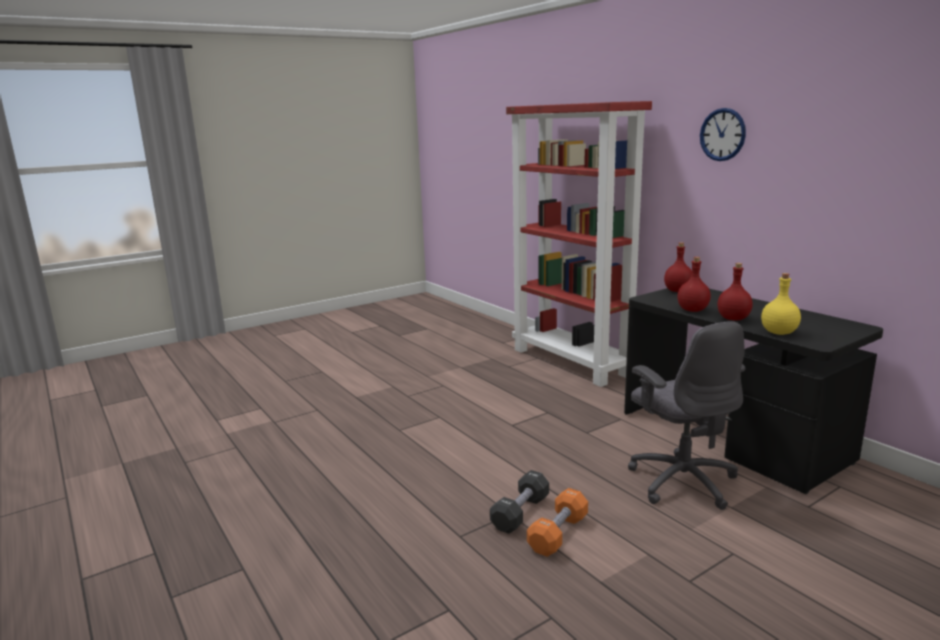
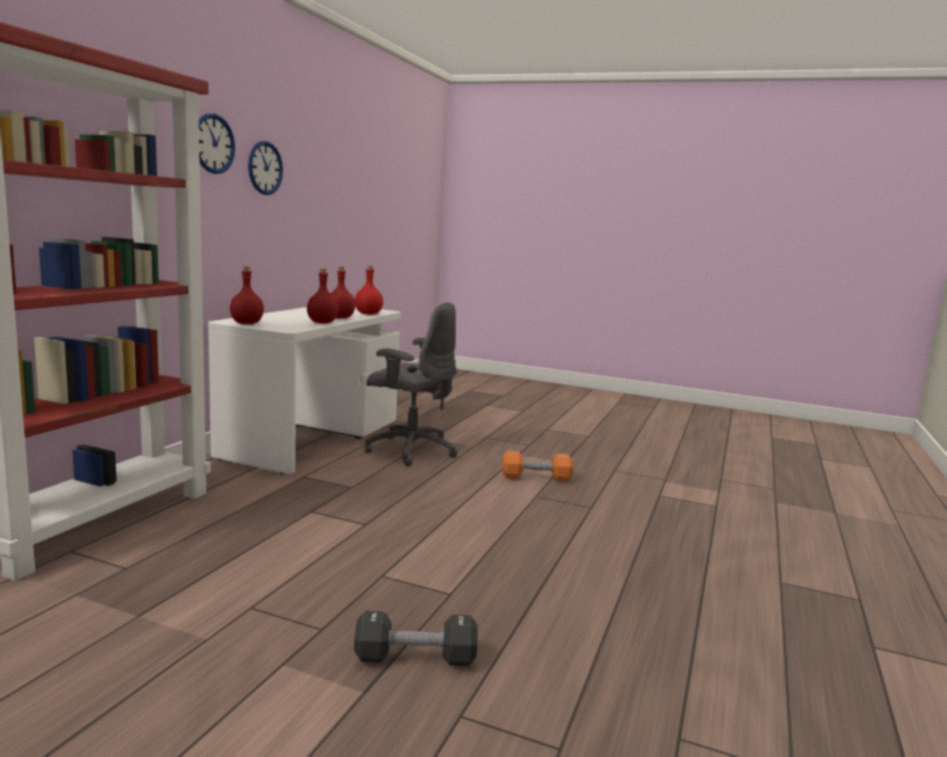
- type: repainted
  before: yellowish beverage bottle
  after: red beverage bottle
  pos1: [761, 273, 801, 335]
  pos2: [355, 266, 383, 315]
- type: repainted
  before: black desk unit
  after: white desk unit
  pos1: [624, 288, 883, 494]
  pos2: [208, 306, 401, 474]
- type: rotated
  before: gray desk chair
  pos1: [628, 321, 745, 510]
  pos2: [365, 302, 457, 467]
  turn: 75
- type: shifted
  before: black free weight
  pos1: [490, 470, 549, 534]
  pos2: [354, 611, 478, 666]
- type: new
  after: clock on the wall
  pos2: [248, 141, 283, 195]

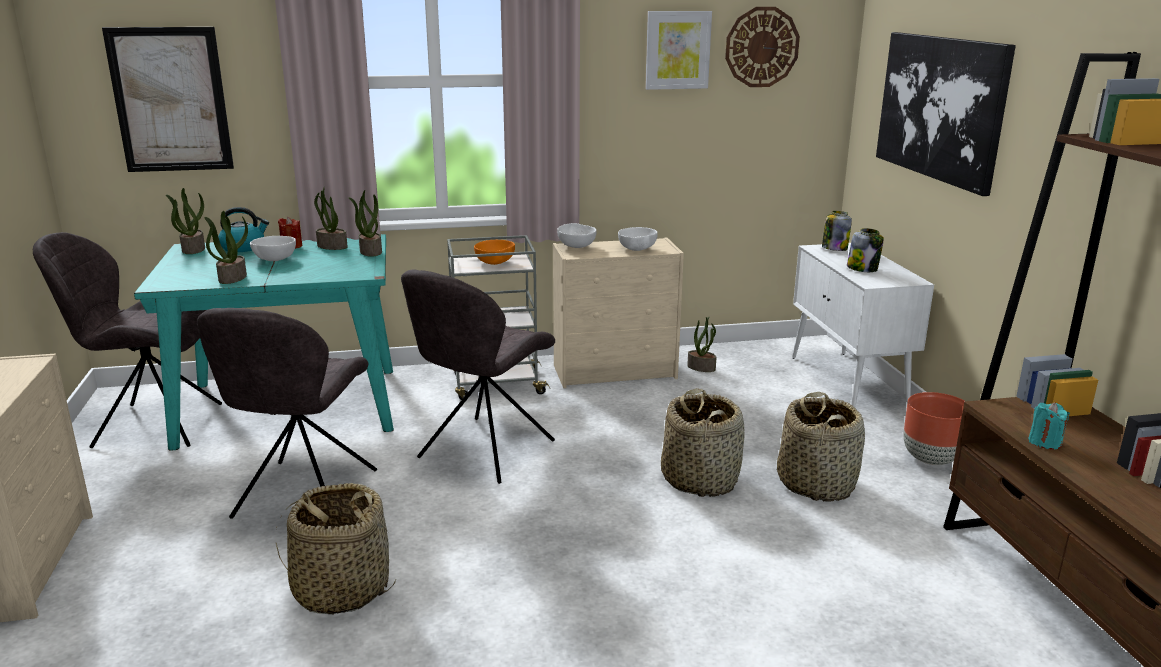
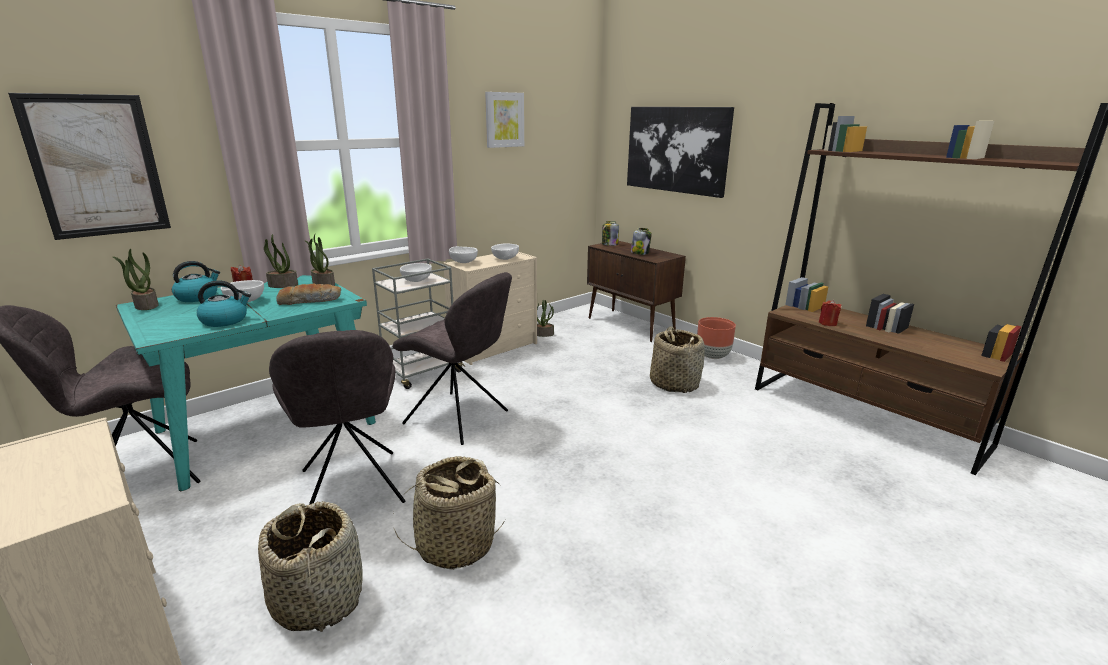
- type: gone
  before: clock on the wall
  pos1: [725, 7, 800, 87]
- type: swapped
  before: potted plant
  after: tea kettle
  pos1: [204, 211, 248, 284]
  pos2: [197, 280, 251, 327]
- type: repainted
  before: orange-coloured serving bowl
  after: white serving bowl
  pos1: [474, 240, 515, 265]
  pos2: [400, 263, 432, 282]
- type: repainted
  before: white storage cabinet
  after: brown-coloured storage cabinet
  pos1: [792, 243, 934, 407]
  pos2: [587, 241, 686, 342]
- type: rotated
  before: gray chair
  pos1: [401, 270, 555, 484]
  pos2: [392, 272, 512, 445]
  turn: -60
- type: shifted
  before: household basket
  pos1: [661, 388, 745, 497]
  pos2: [258, 501, 363, 632]
- type: repainted
  before: turquoise-coloured wax candle
  after: red wax candle
  pos1: [1028, 403, 1070, 449]
  pos2: [819, 300, 841, 326]
- type: new
  after: bakery bread
  pos2: [276, 284, 341, 305]

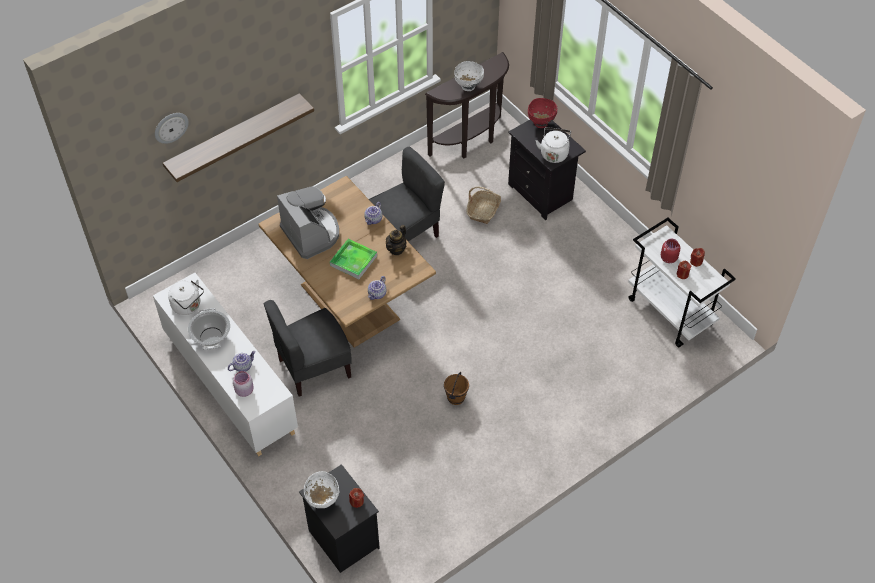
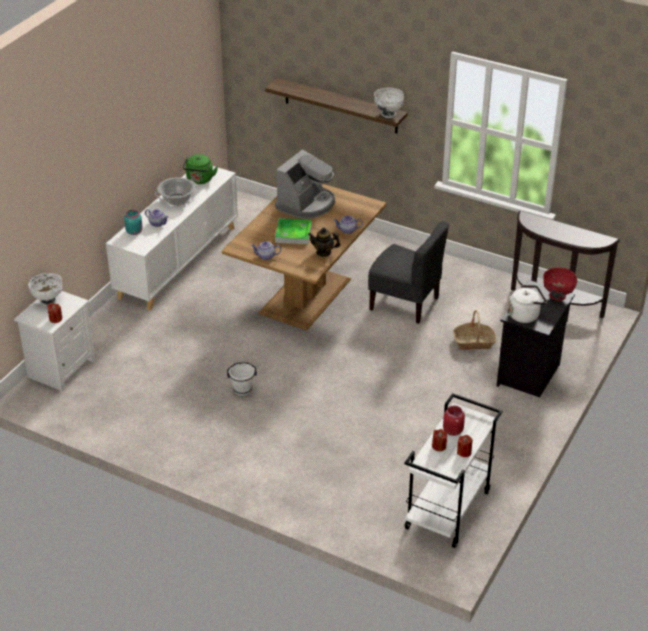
- type: shifted
  before: white serving bowl
  pos1: [454, 61, 484, 91]
  pos2: [374, 88, 404, 118]
- type: gone
  before: clock on the wall
  pos1: [155, 113, 189, 144]
- type: repainted
  before: white tea kettle
  after: greenish tea kettle
  pos1: [168, 280, 204, 315]
  pos2: [183, 154, 218, 184]
- type: gone
  before: gray chair
  pos1: [264, 300, 352, 397]
- type: repainted
  before: pinkish storage jar
  after: turquoise-coloured storage jar
  pos1: [233, 371, 254, 397]
  pos2: [124, 210, 143, 235]
- type: repainted
  before: brown-coloured water bucket
  after: white water bucket
  pos1: [444, 372, 469, 405]
  pos2: [227, 362, 257, 396]
- type: repainted
  before: black nightstand
  after: white nightstand
  pos1: [299, 464, 380, 573]
  pos2: [14, 291, 95, 392]

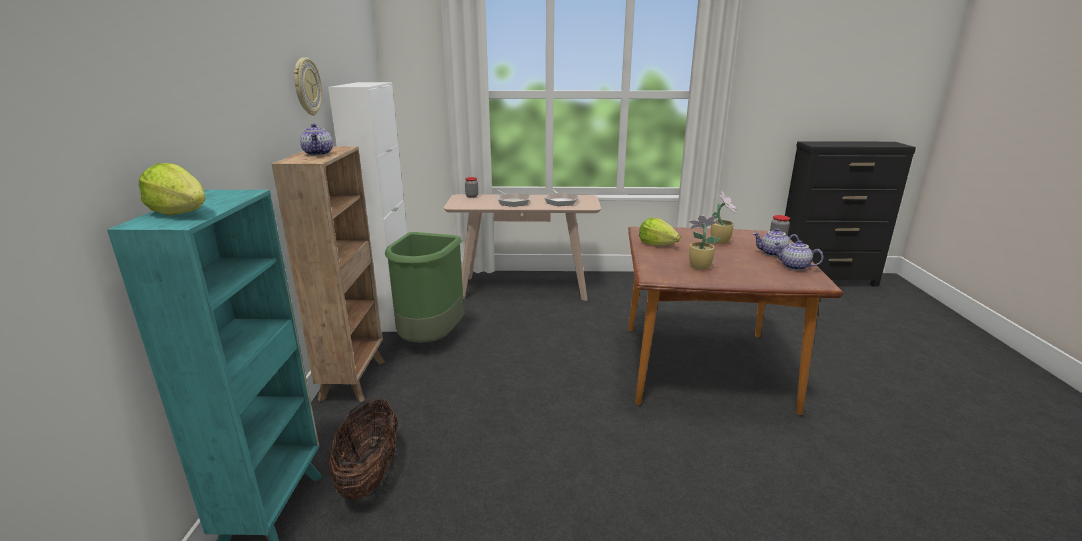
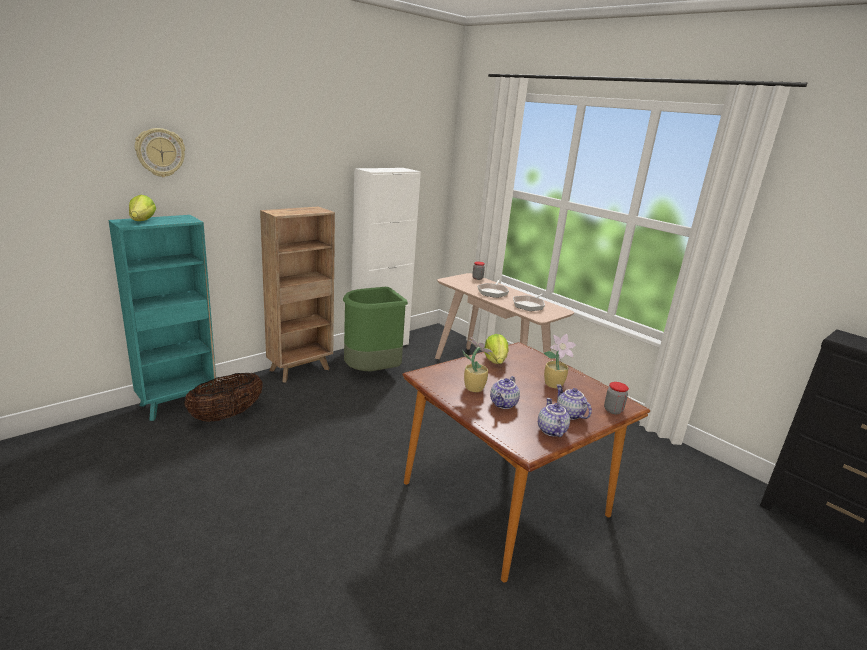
- type: shifted
  before: clock on the wall
  pos1: [294, 57, 322, 116]
  pos2: [135, 128, 185, 177]
- type: shifted
  before: tea pot
  pos1: [300, 124, 333, 156]
  pos2: [490, 376, 520, 409]

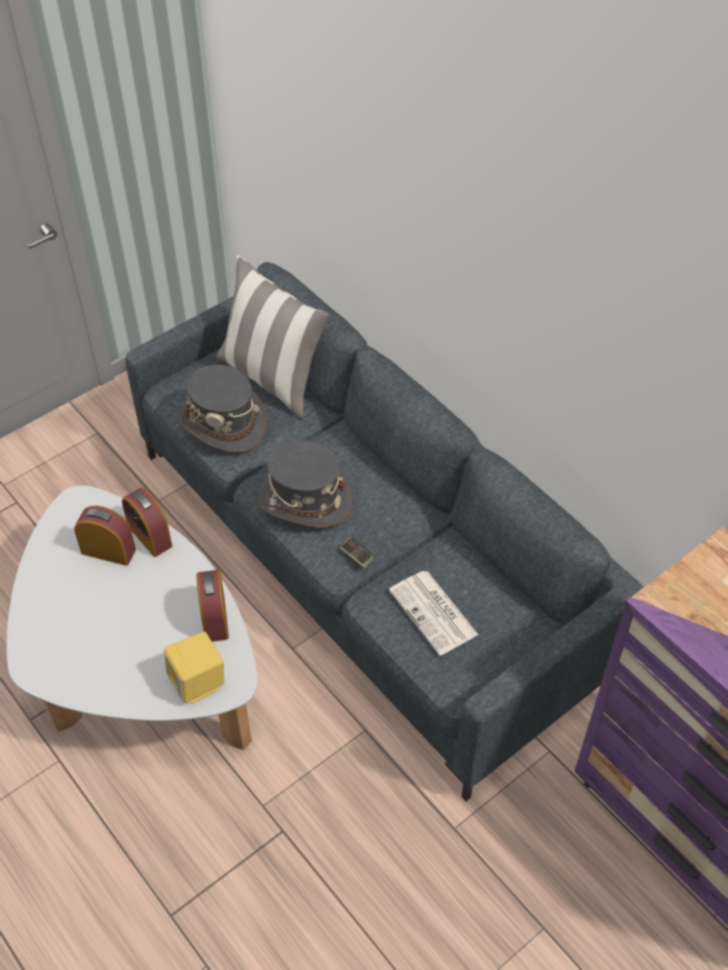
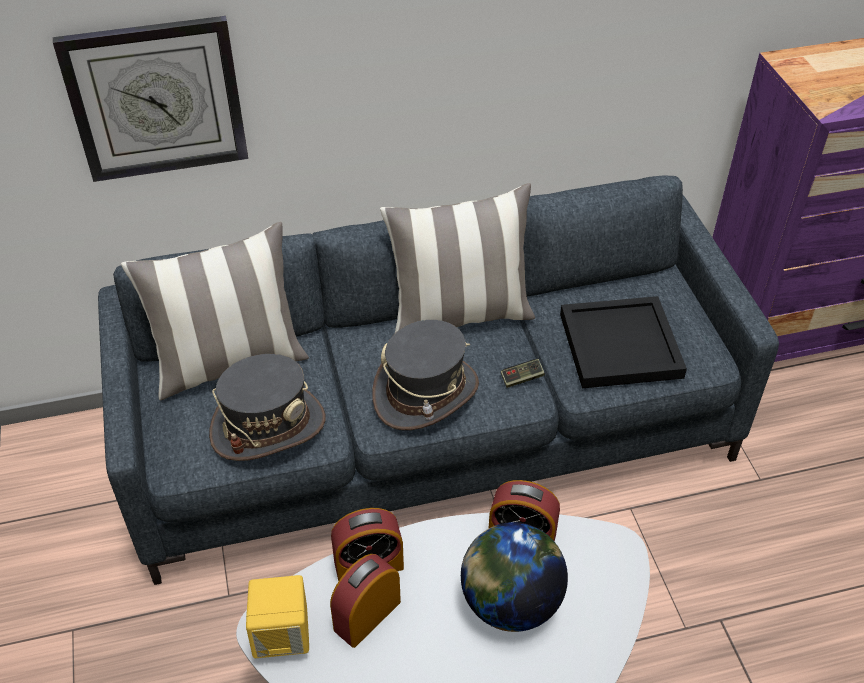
- type: swapped
  before: daily paper
  after: black serving tray
  pos1: [389, 571, 478, 656]
  pos2: [560, 296, 687, 388]
- type: shifted
  before: yellowish speaker
  pos1: [164, 632, 224, 704]
  pos2: [246, 575, 309, 658]
- type: new
  after: clock on the wall
  pos2: [53, 16, 248, 182]
- type: new
  after: throw pillow
  pos2: [380, 183, 535, 333]
- type: new
  after: world globe
  pos2: [461, 522, 568, 632]

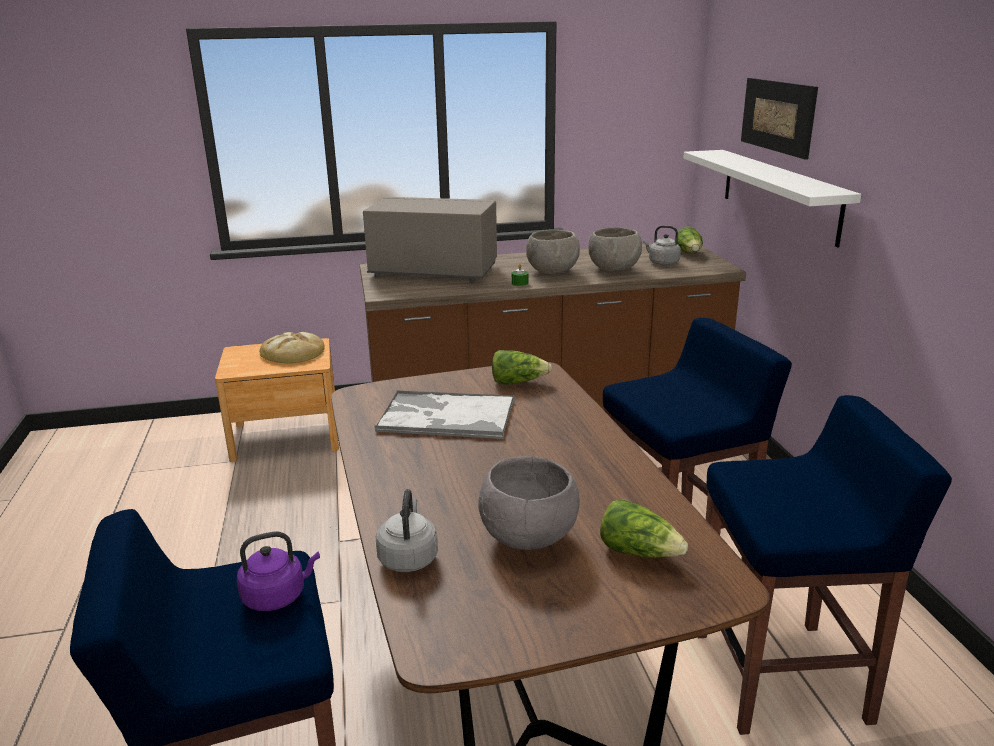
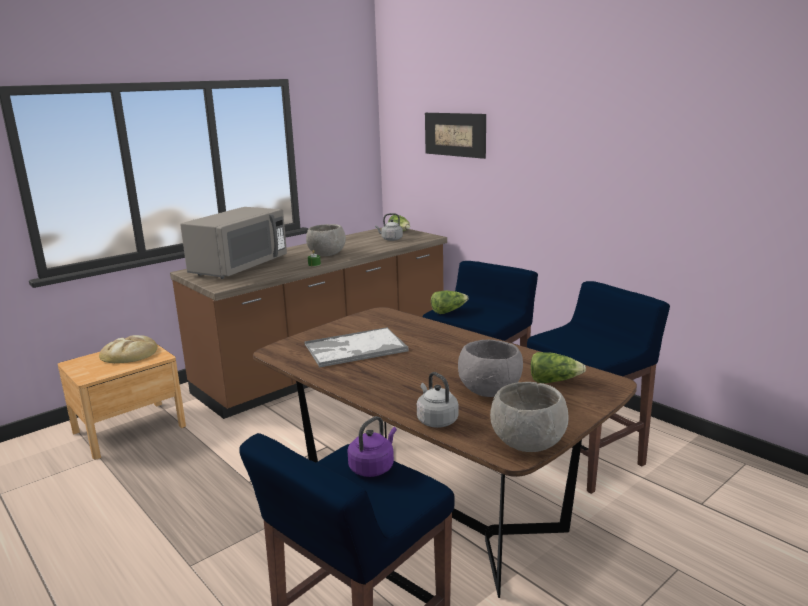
- type: gone
  before: white shelf
  pos1: [683, 150, 861, 248]
- type: rotated
  before: gray microwave
  pos1: [363, 197, 497, 282]
  pos2: [180, 207, 287, 279]
  turn: 135
- type: shifted
  before: gray serving bowl
  pos1: [588, 228, 642, 272]
  pos2: [490, 382, 569, 452]
- type: shifted
  before: lettuce head
  pos1: [492, 350, 552, 385]
  pos2: [431, 291, 468, 314]

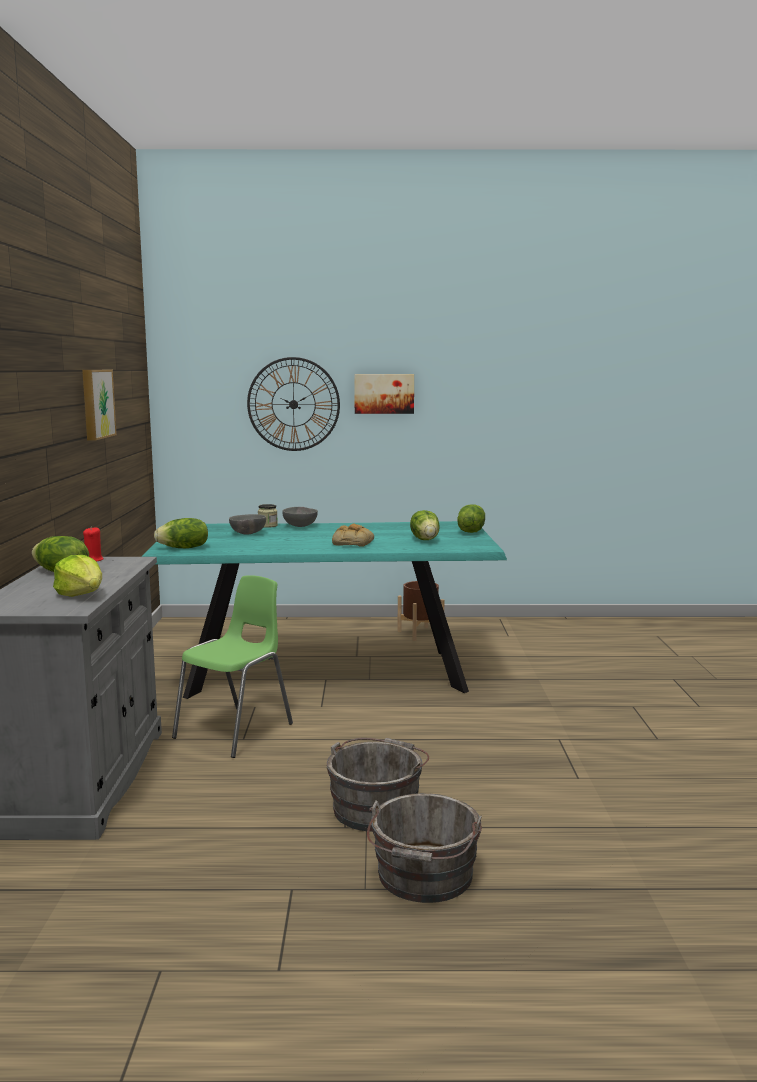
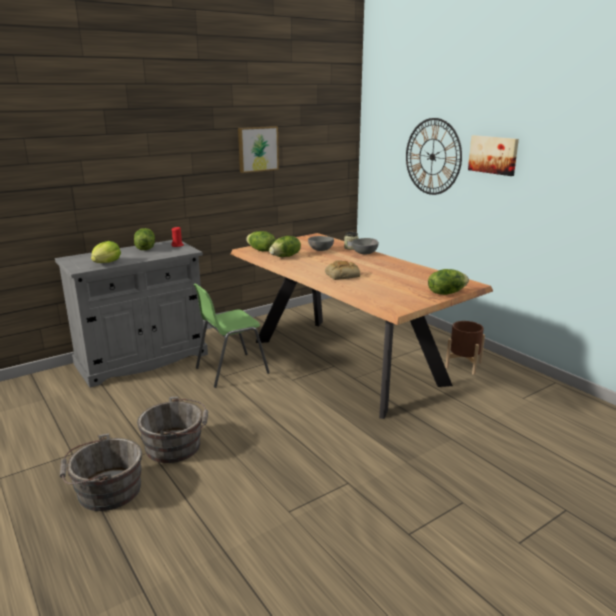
- type: shifted
  before: lettuce head
  pos1: [410, 510, 440, 540]
  pos2: [269, 236, 301, 257]
- type: repainted
  before: turquoise-coloured dining table
  after: brown-coloured dining table
  pos1: [142, 521, 507, 699]
  pos2: [230, 233, 493, 419]
- type: rotated
  before: greenish chair
  pos1: [172, 575, 293, 758]
  pos2: [193, 283, 270, 388]
  turn: 150

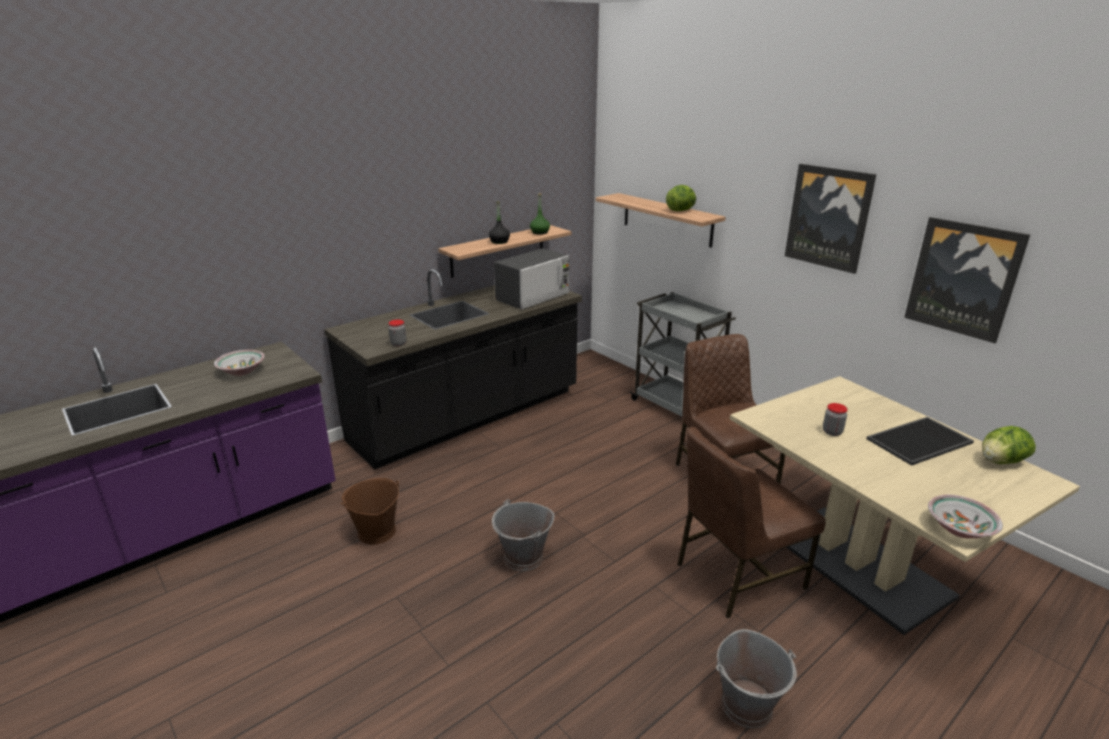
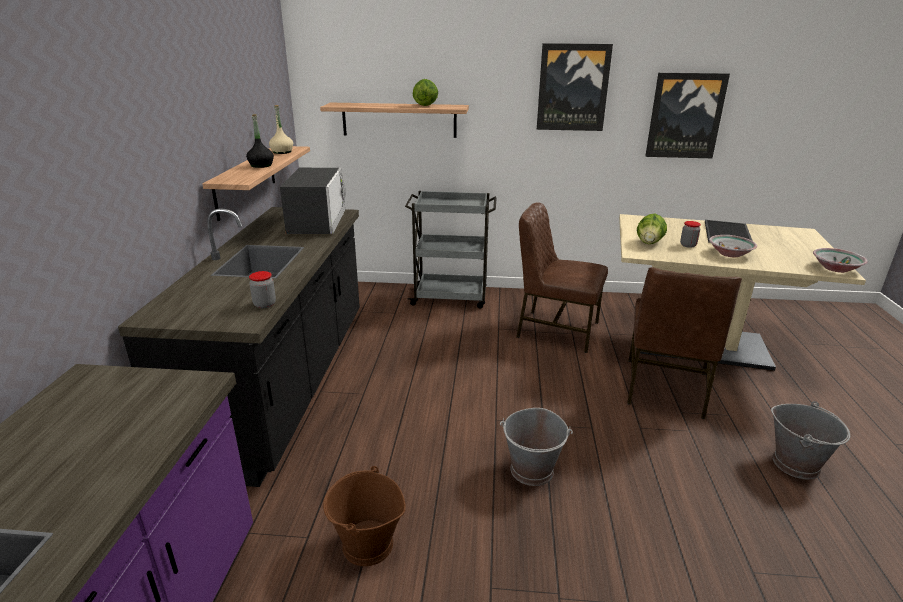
- type: repainted
  before: greenish beverage bottle
  after: beige beverage bottle
  pos1: [530, 193, 550, 235]
  pos2: [269, 105, 293, 154]
- type: shifted
  before: serving bowl
  pos1: [214, 350, 265, 376]
  pos2: [709, 235, 757, 257]
- type: shifted
  before: lettuce head
  pos1: [982, 426, 1036, 464]
  pos2: [637, 214, 667, 244]

